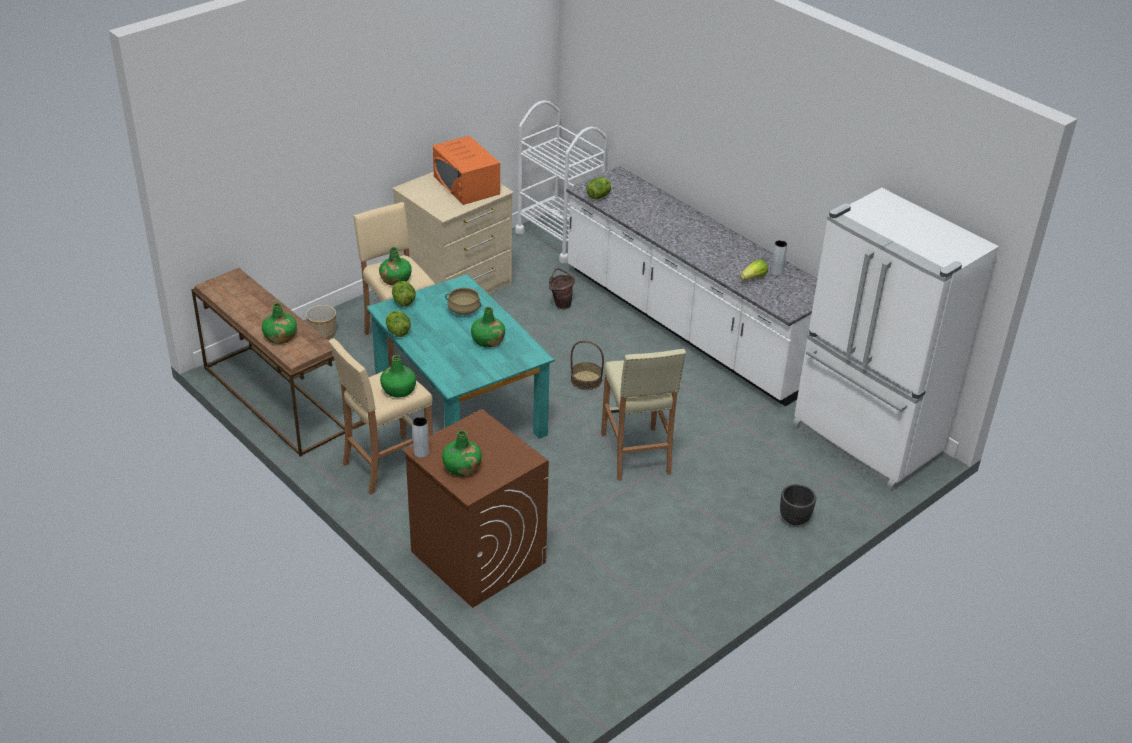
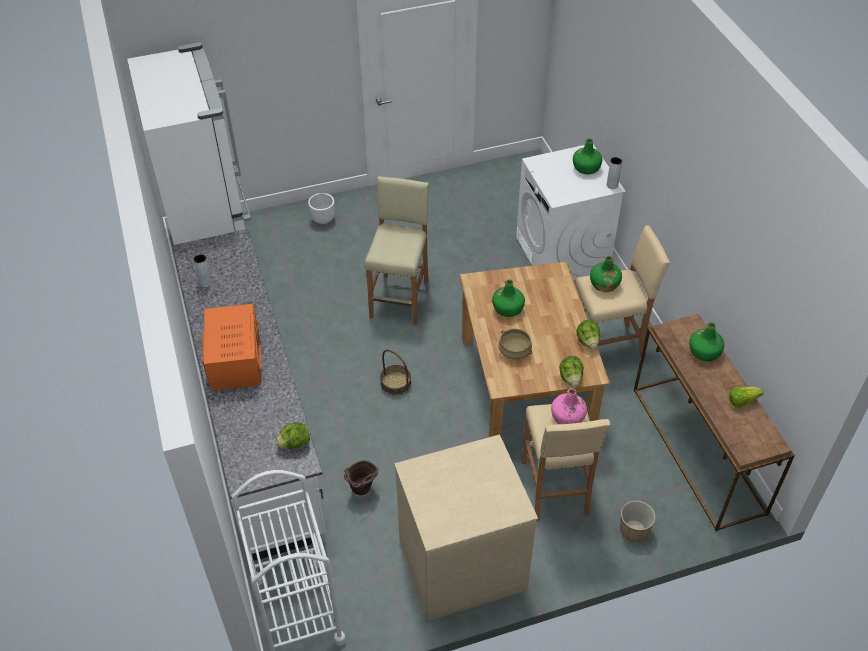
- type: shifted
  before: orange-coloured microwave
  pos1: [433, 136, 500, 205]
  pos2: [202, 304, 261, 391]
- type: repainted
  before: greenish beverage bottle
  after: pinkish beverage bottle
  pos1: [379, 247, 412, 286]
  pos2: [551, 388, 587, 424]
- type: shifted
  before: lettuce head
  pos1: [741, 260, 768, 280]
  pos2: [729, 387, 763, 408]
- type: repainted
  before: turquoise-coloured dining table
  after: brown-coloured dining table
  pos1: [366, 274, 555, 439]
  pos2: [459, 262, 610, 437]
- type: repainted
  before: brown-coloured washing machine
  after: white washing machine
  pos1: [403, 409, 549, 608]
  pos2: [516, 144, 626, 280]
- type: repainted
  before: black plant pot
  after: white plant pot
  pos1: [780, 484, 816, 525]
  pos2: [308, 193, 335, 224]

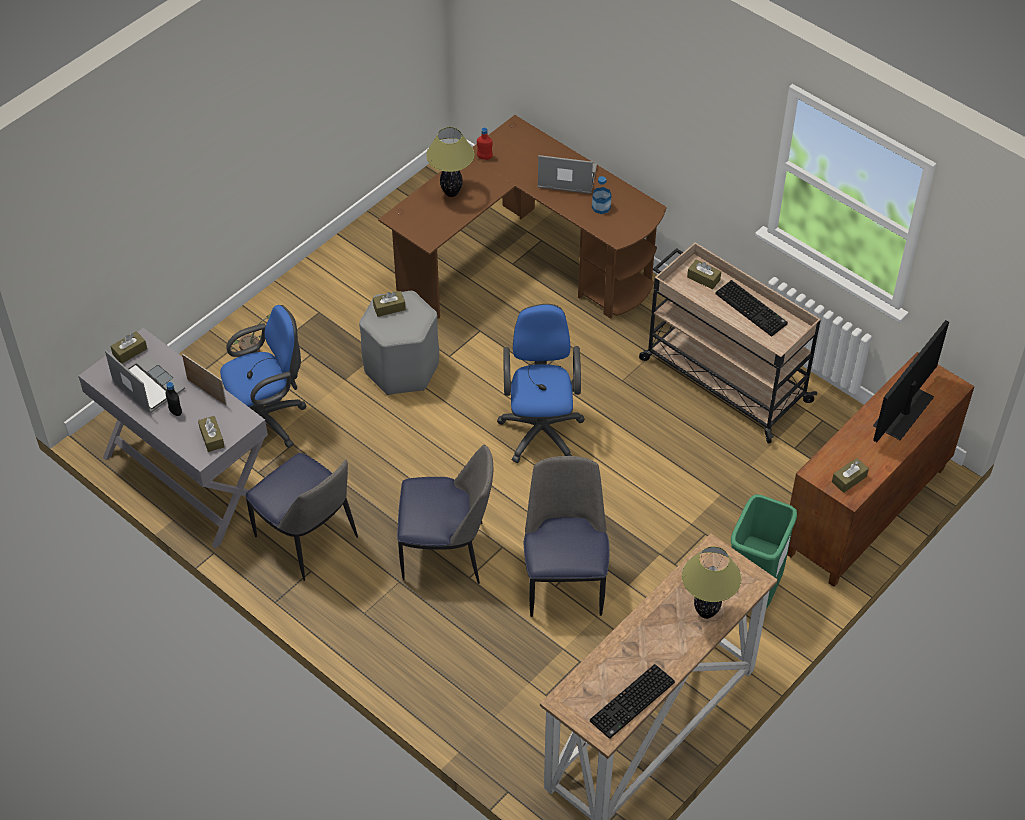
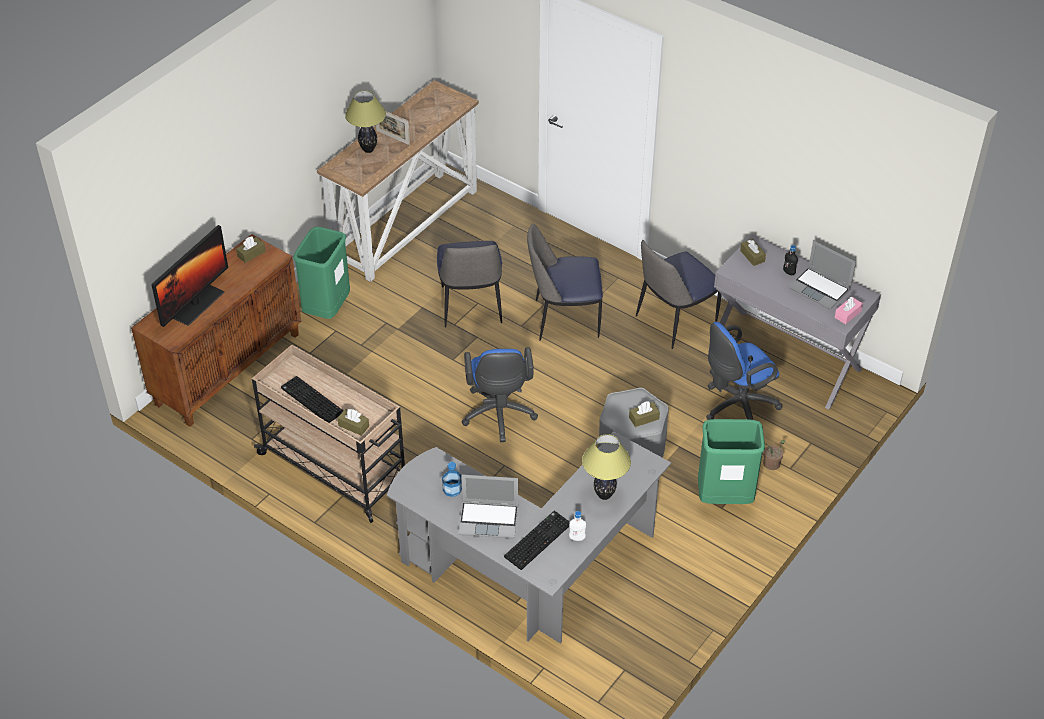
- type: repainted
  before: brown-coloured desk unit
  after: gray desk unit
  pos1: [378, 115, 667, 319]
  pos2: [387, 432, 671, 644]
- type: repainted
  before: red beverage bottle
  after: white beverage bottle
  pos1: [477, 127, 493, 160]
  pos2: [569, 511, 586, 541]
- type: repainted
  before: brown-coloured tissue holder
  after: pinkish tissue holder
  pos1: [110, 331, 147, 364]
  pos2: [835, 297, 863, 324]
- type: shifted
  before: picture frame
  pos1: [182, 354, 227, 406]
  pos2: [376, 111, 410, 145]
- type: rotated
  before: chair
  pos1: [245, 453, 358, 581]
  pos2: [636, 240, 722, 349]
  turn: -75
- type: shifted
  before: computer keyboard
  pos1: [590, 664, 675, 739]
  pos2: [504, 511, 570, 570]
- type: new
  after: greenish waste bin
  pos2: [698, 419, 765, 504]

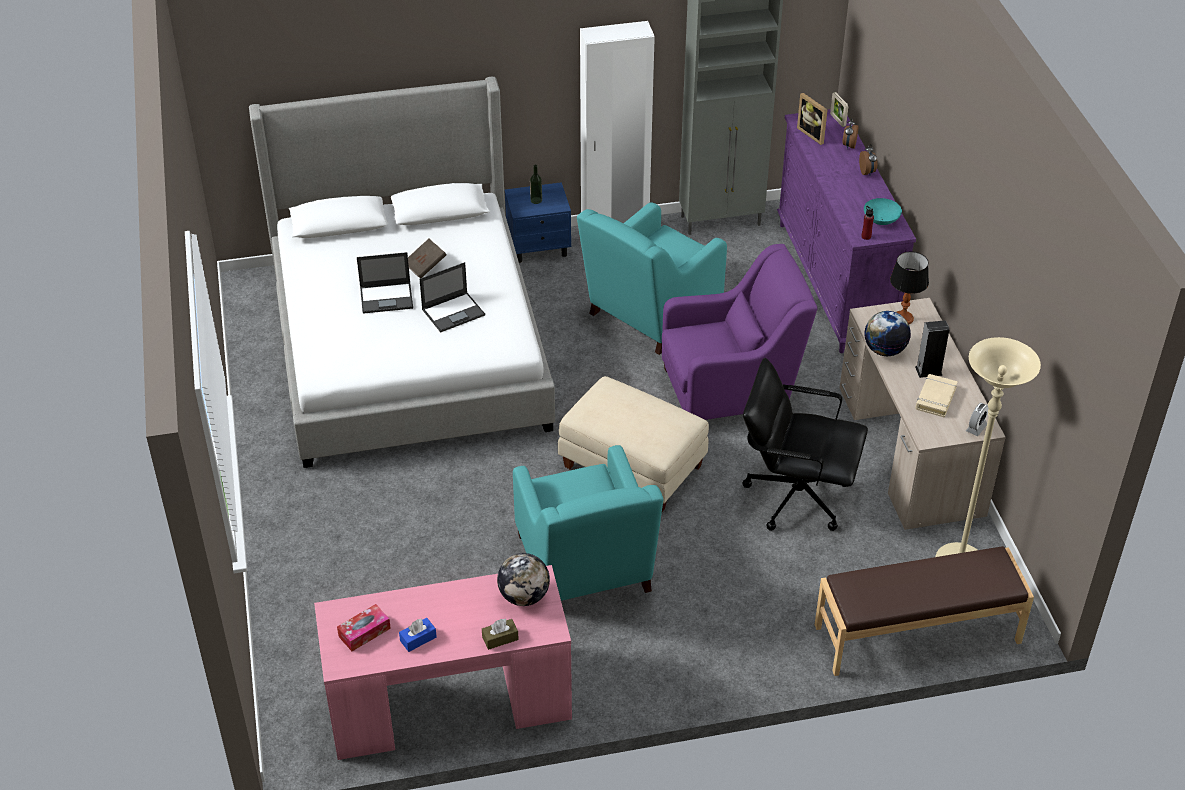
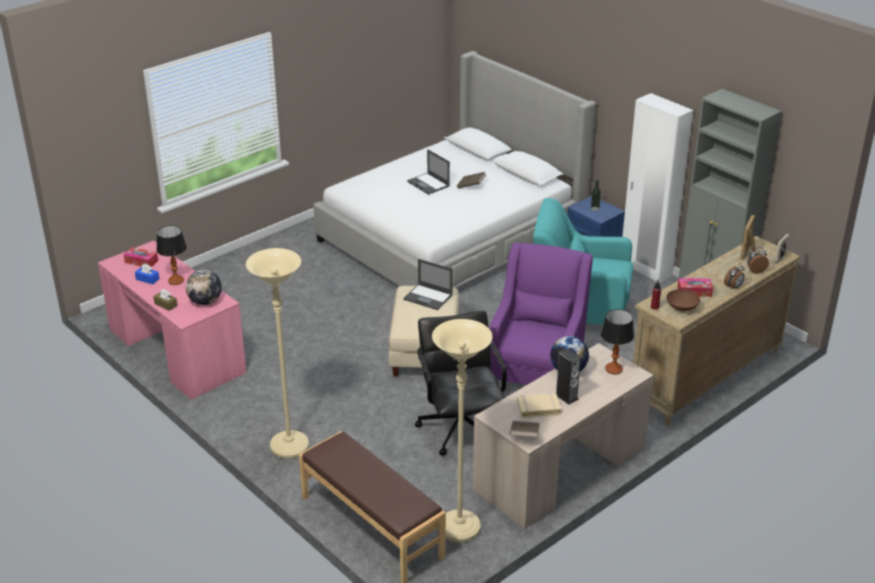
- type: repainted
  before: purplish dresser
  after: beige dresser
  pos1: [777, 109, 916, 353]
  pos2: [633, 236, 800, 426]
- type: repainted
  before: turquoise-coloured serving bowl
  after: brown-coloured serving bowl
  pos1: [864, 198, 902, 225]
  pos2: [667, 289, 700, 311]
- type: rotated
  before: purplish lounge chair
  pos1: [662, 244, 817, 420]
  pos2: [489, 243, 593, 385]
  turn: -120
- type: shifted
  before: notebook computer
  pos1: [420, 262, 485, 333]
  pos2: [403, 259, 453, 310]
- type: swapped
  before: bedside clock
  after: brown-coloured bound book
  pos1: [966, 403, 989, 436]
  pos2: [510, 421, 540, 438]
- type: gone
  before: turquoise-coloured lounge chair
  pos1: [513, 445, 663, 601]
- type: new
  after: lamp for a table
  pos2: [156, 226, 187, 285]
- type: new
  after: beige standard lamp
  pos2: [246, 248, 309, 459]
- type: new
  after: tissue holder
  pos2: [677, 278, 713, 297]

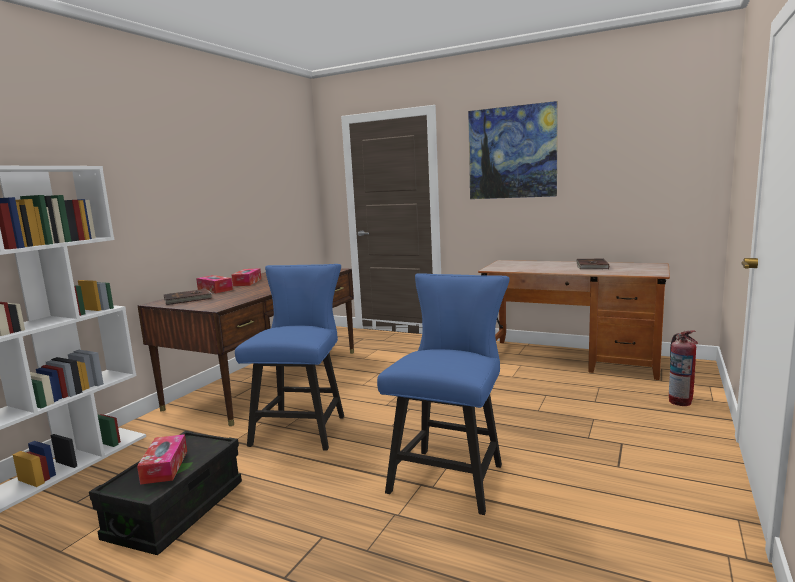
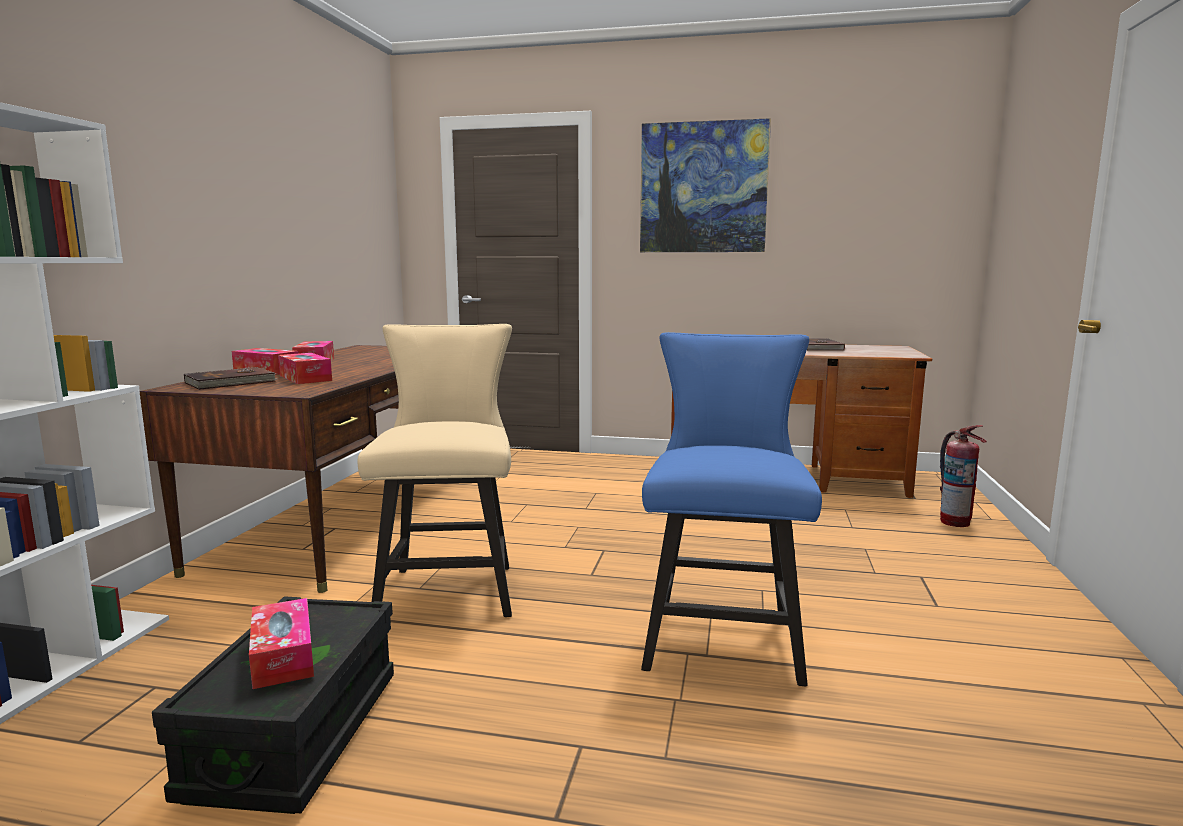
- type: repainted
  before: blue-coloured chair
  after: beige chair
  pos1: [235, 264, 344, 451]
  pos2: [358, 324, 512, 617]
- type: new
  after: tissue holder
  pos2: [278, 353, 332, 384]

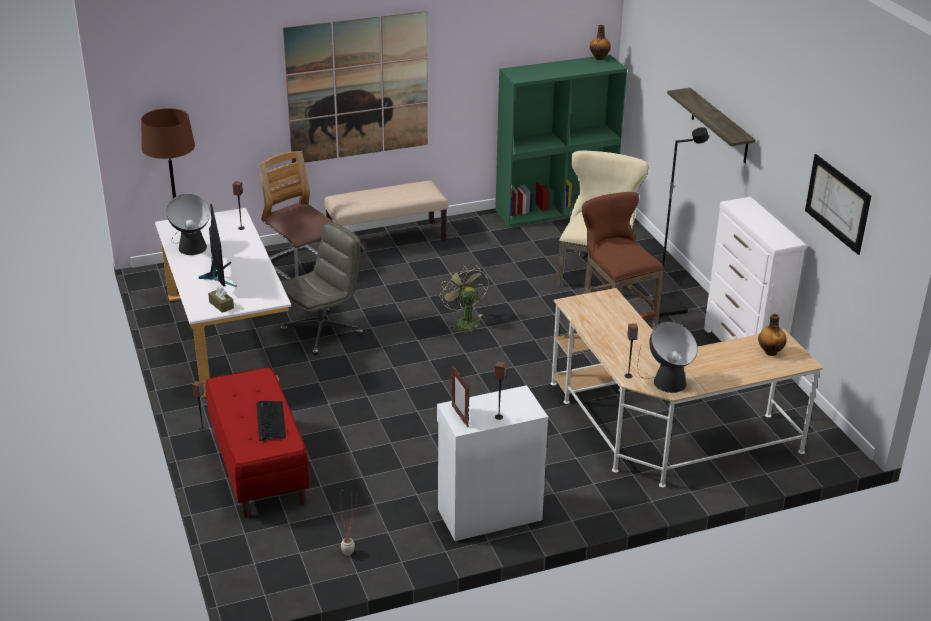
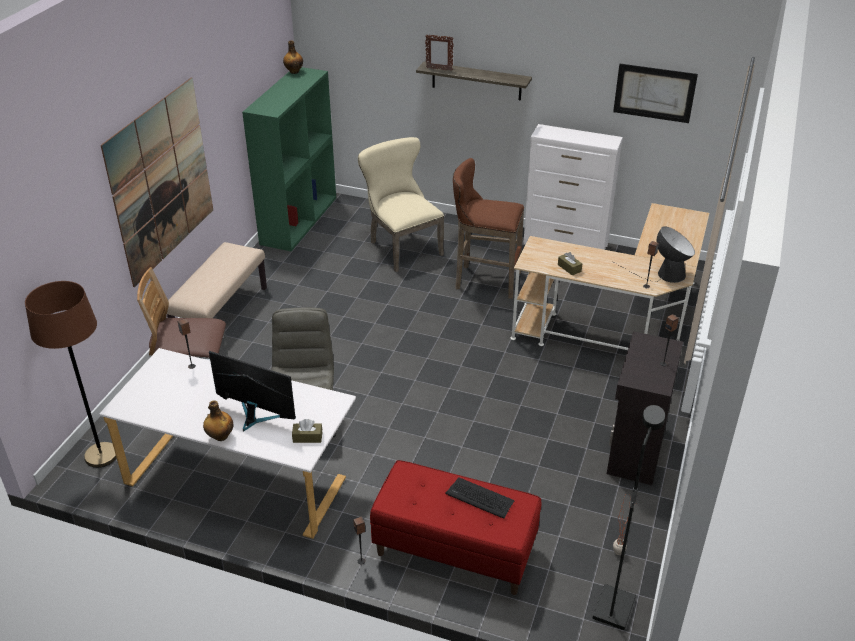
- type: shifted
  before: black standard lamp
  pos1: [650, 127, 709, 317]
  pos2: [593, 405, 665, 630]
- type: gone
  before: lamp for a table
  pos1: [167, 194, 210, 255]
- type: gone
  before: greenish electric fan
  pos1: [439, 265, 489, 334]
- type: shifted
  before: beverage bottle
  pos1: [758, 313, 787, 356]
  pos2: [203, 400, 234, 441]
- type: shifted
  before: picture frame
  pos1: [451, 366, 470, 427]
  pos2: [425, 35, 454, 71]
- type: repainted
  before: white storage cabinet
  after: black storage cabinet
  pos1: [437, 385, 548, 541]
  pos2: [607, 331, 683, 485]
- type: new
  after: brown-coloured tissue holder
  pos2: [558, 252, 582, 275]

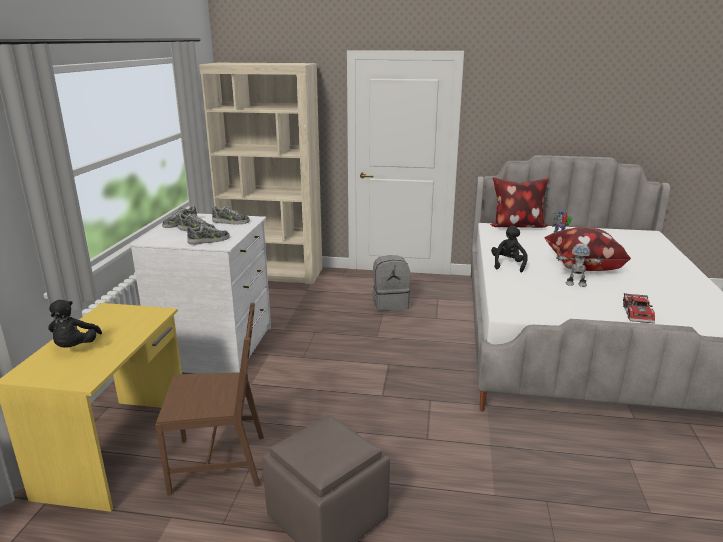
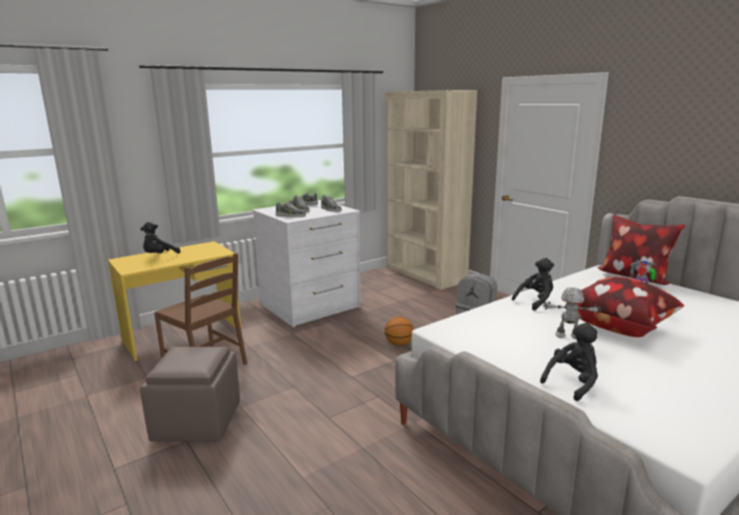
- type: rotated
  before: model robot
  pos1: [556, 243, 603, 287]
  pos2: [543, 287, 601, 339]
  turn: 135
- type: swapped
  before: toy car
  after: black plush toy
  pos1: [623, 293, 655, 324]
  pos2: [540, 323, 598, 401]
- type: new
  after: ball for basketball
  pos2: [385, 316, 414, 346]

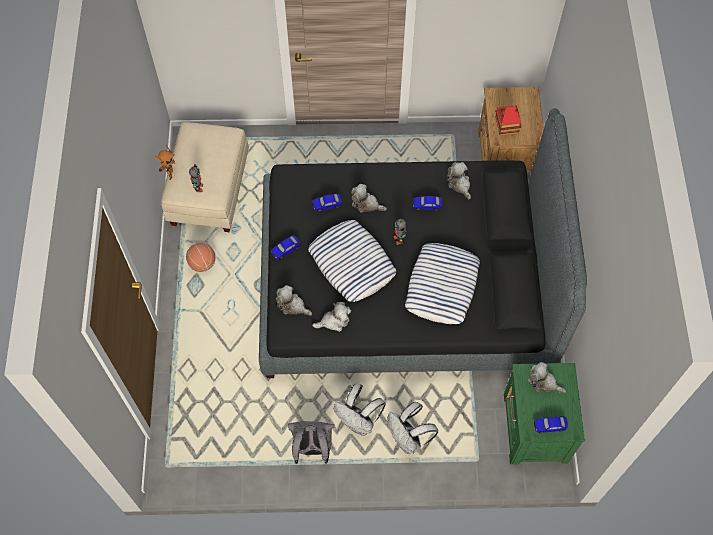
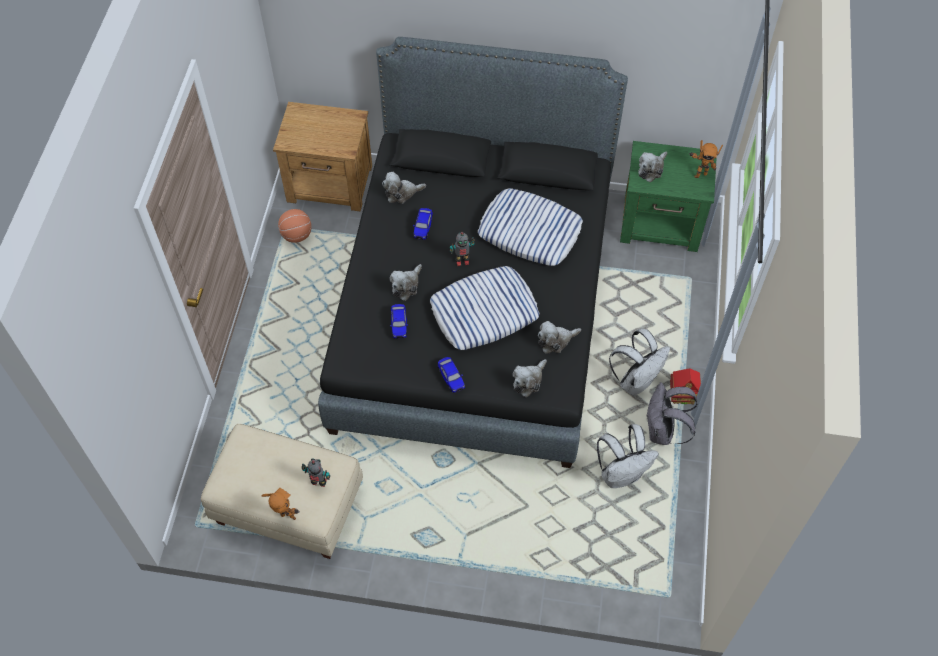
- type: shifted
  before: model house
  pos1: [495, 105, 521, 136]
  pos2: [670, 368, 701, 405]
- type: shifted
  before: ball for basketball
  pos1: [186, 243, 216, 272]
  pos2: [278, 209, 312, 243]
- type: rotated
  before: plush toy
  pos1: [312, 302, 351, 332]
  pos2: [538, 321, 581, 354]
  turn: -105
- type: shifted
  before: white backpack
  pos1: [387, 402, 438, 454]
  pos2: [597, 424, 659, 488]
- type: swapped
  before: toy car
  after: model robot
  pos1: [534, 416, 568, 433]
  pos2: [690, 140, 723, 178]

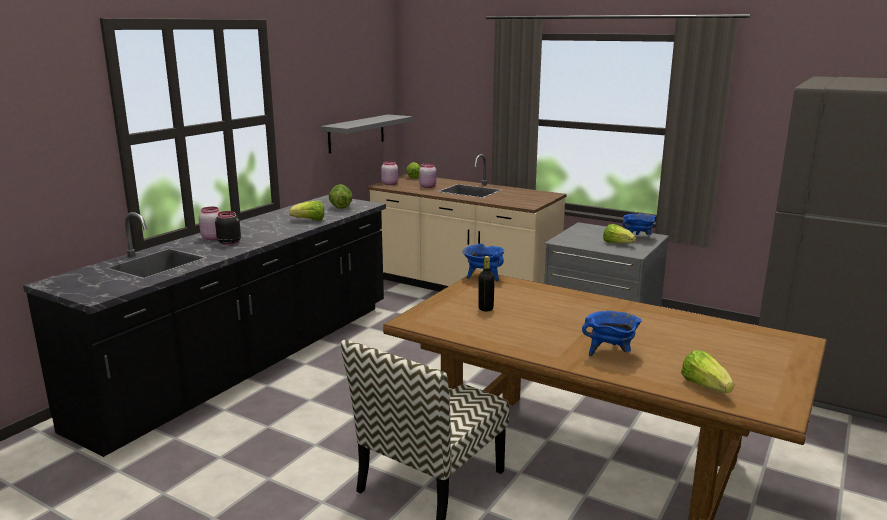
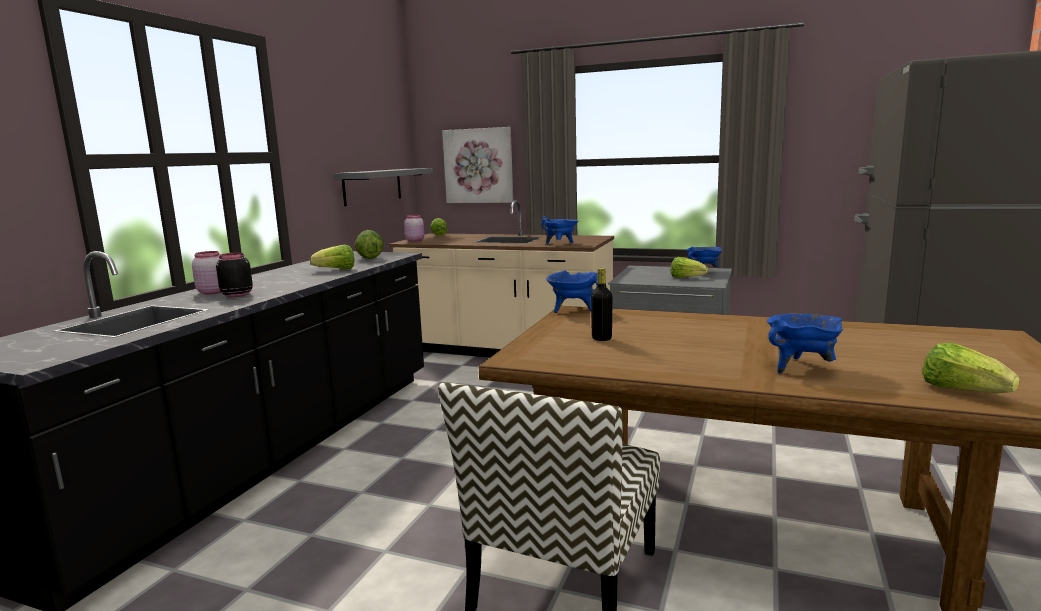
- type: gone
  before: pinkish storage jar
  pos1: [419, 163, 436, 188]
- type: new
  after: wall picture
  pos2: [442, 127, 513, 203]
- type: new
  after: blue-coloured saucepot
  pos2: [541, 216, 578, 244]

